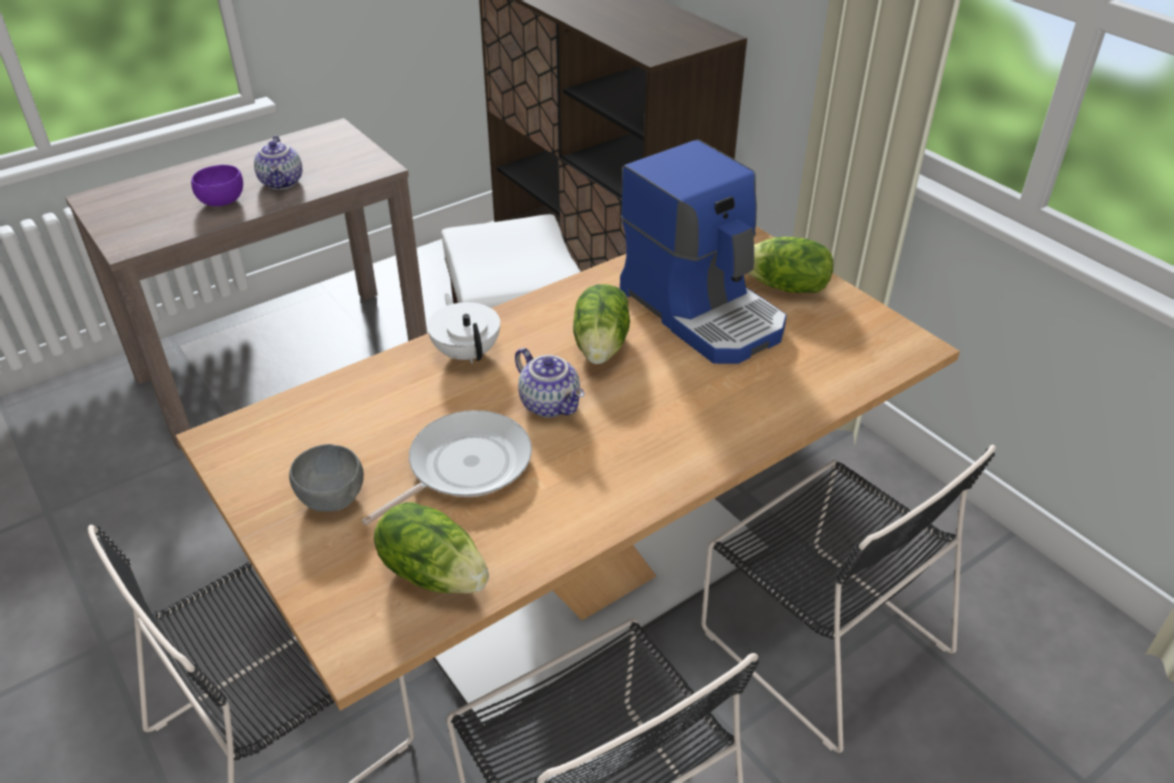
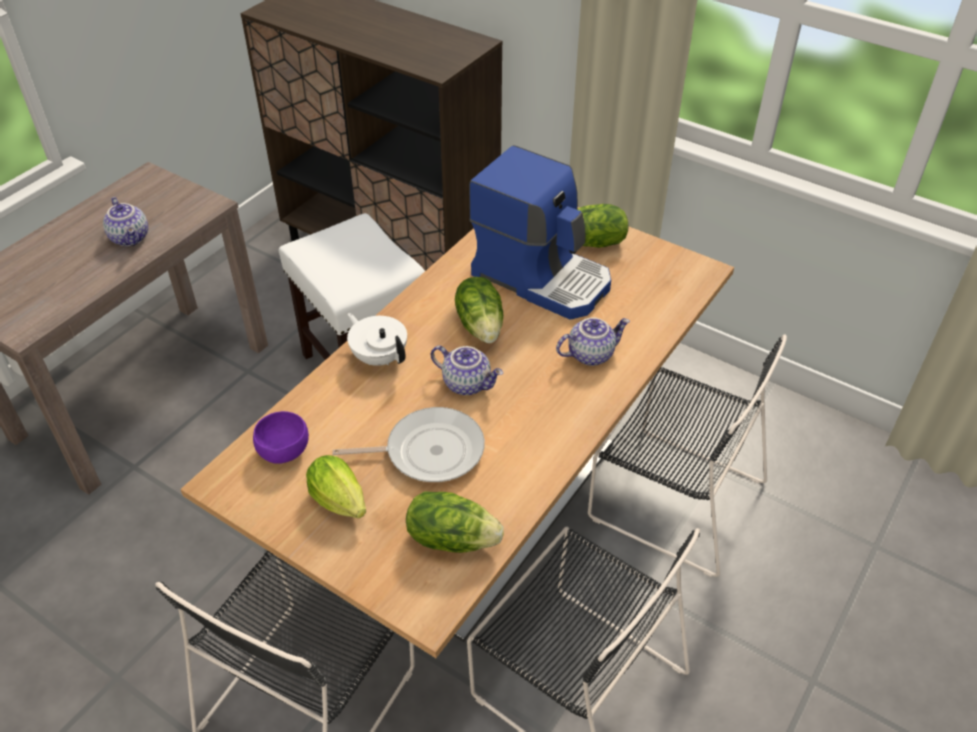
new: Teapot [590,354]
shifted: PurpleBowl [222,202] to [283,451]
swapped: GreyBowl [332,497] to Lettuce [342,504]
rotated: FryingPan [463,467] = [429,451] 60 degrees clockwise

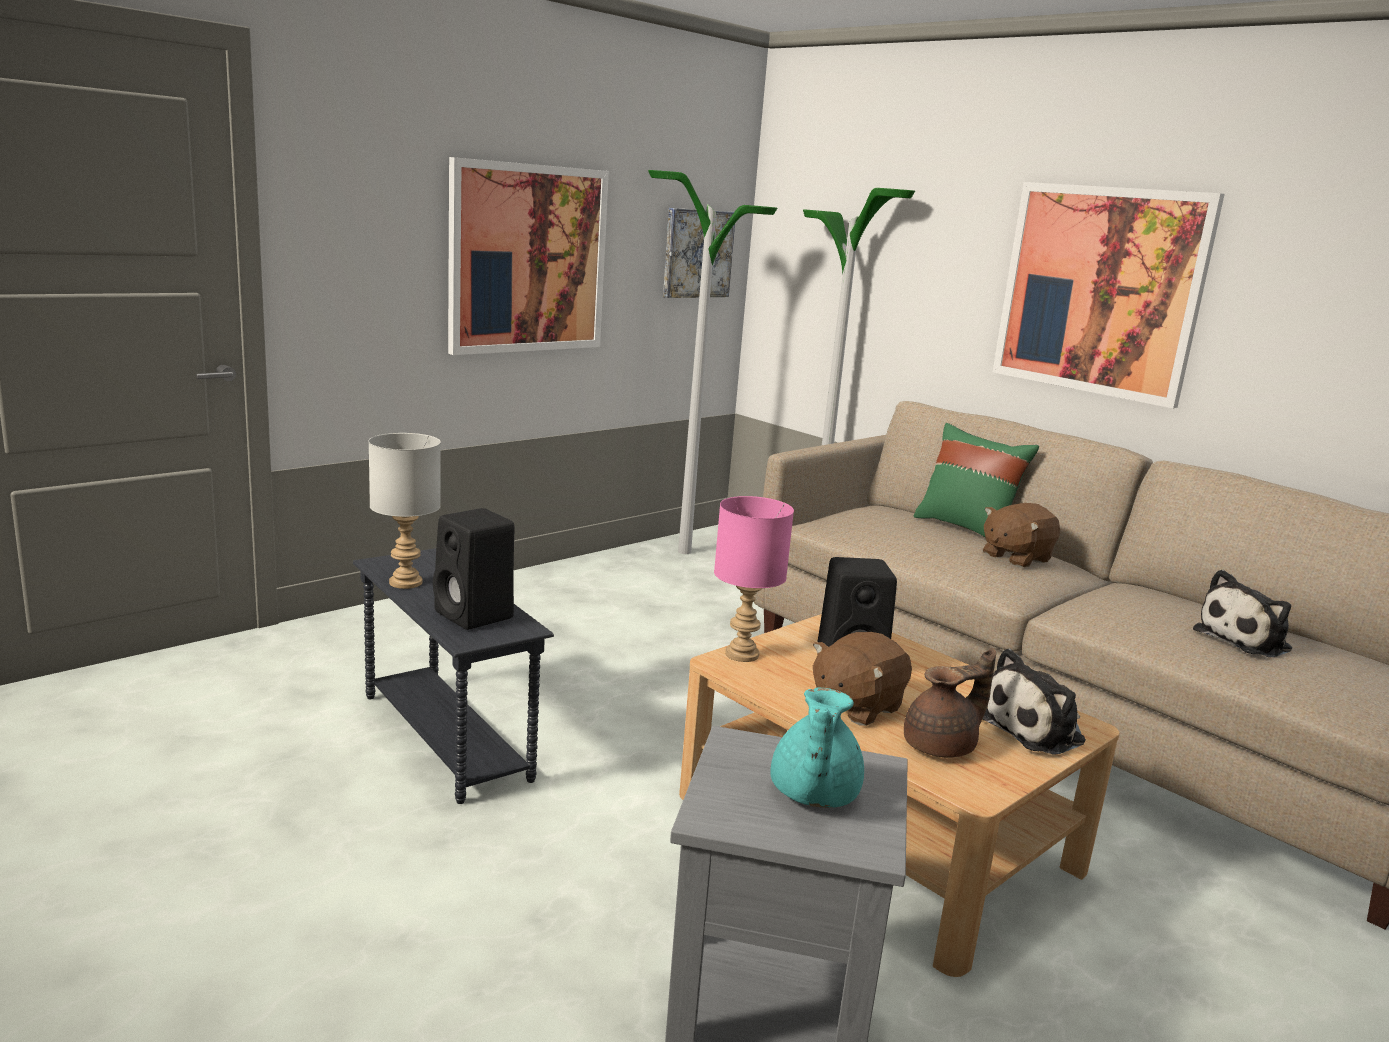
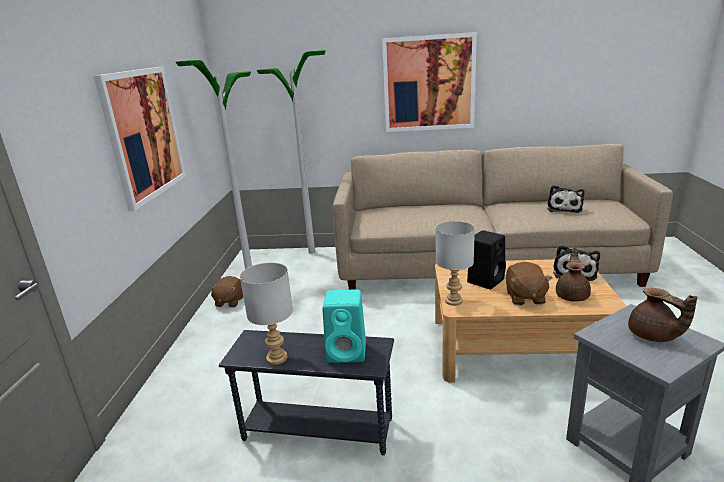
gone: Picture [697,253]; GreenPillow [966,528]
shifted: BrownPlushToy [1015,557] to [229,301]
repainted: BlackSpeaker [476,616] to TurquoiseSpeaker [348,352]; PinkTableLamp [743,654] to GreyTableLamp [454,300]; TurquoiseTeapot [812,794] to BrownTeapot [653,336]

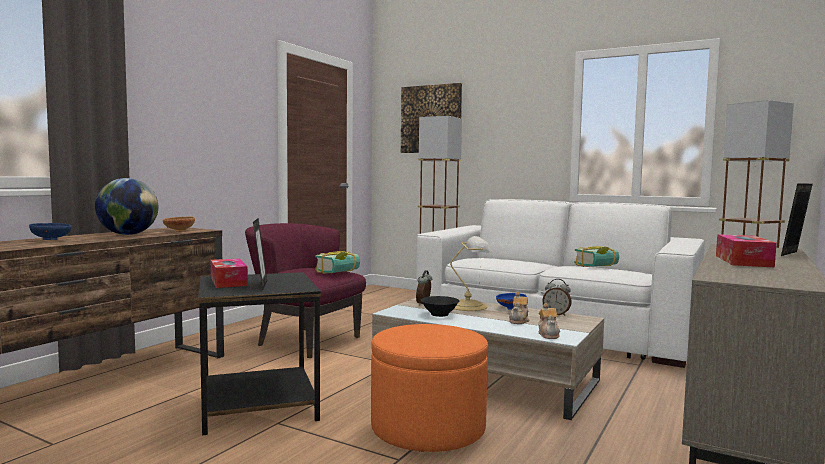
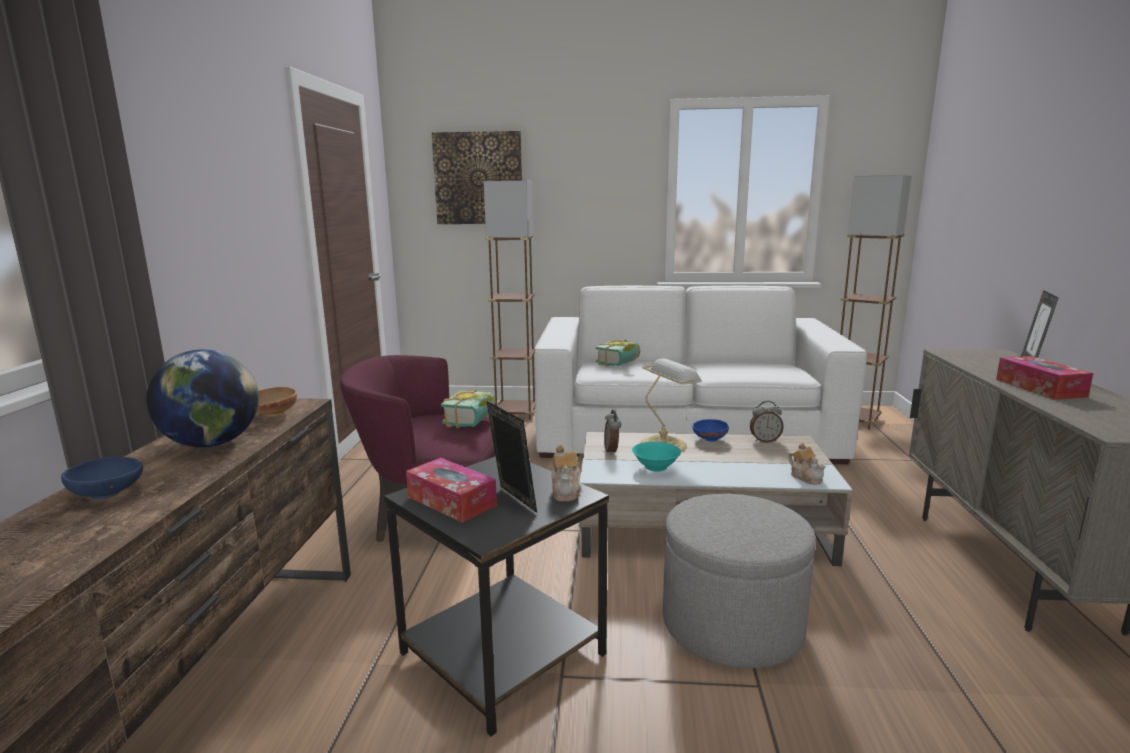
shifted: Teapot [519,321] to [566,491]; Book [599,266] to [621,363]
repainted: BlackBowl [439,314] to TurquoiseBowl [655,467]; OrangeOttoman [428,428] to GreyOttoman [732,624]

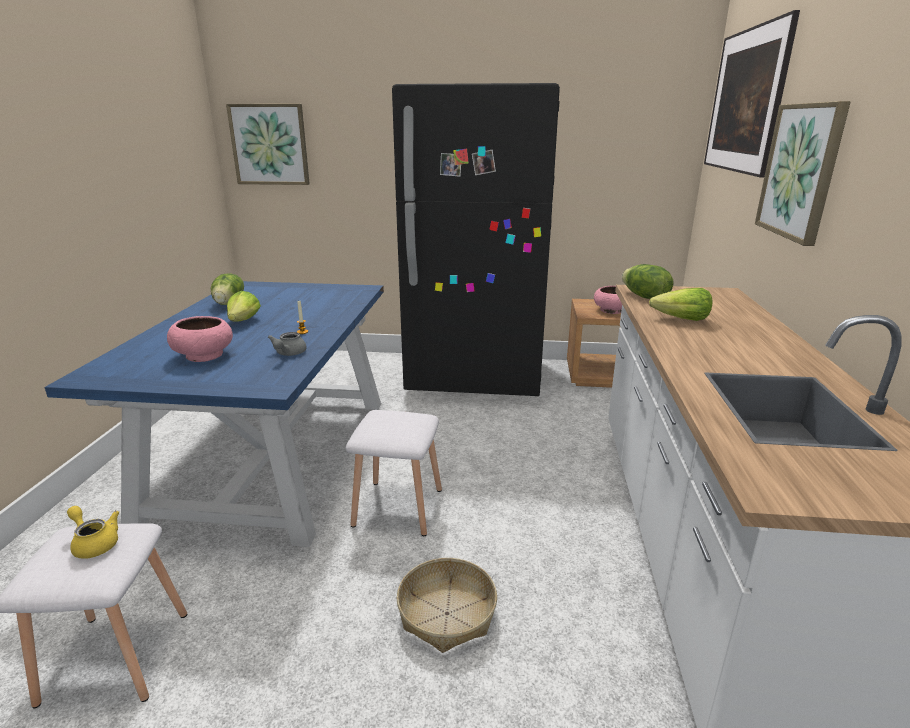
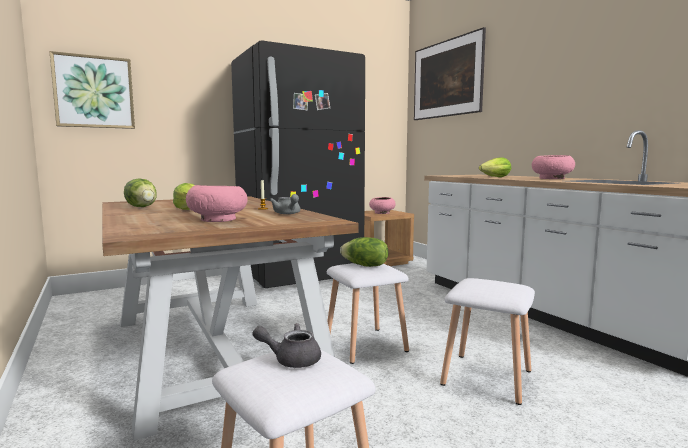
gone: Picture [801,171]
new: PinkBowl [552,178]
shifted: Lettuce [644,297] to [365,266]
swapped: Basket [447,614] to WhiteStool [487,378]
repainted: BlueDiningTable [274,457] to BrownDiningTable [213,349]; YellowTeapot [94,543] to GreyTeapot [291,360]

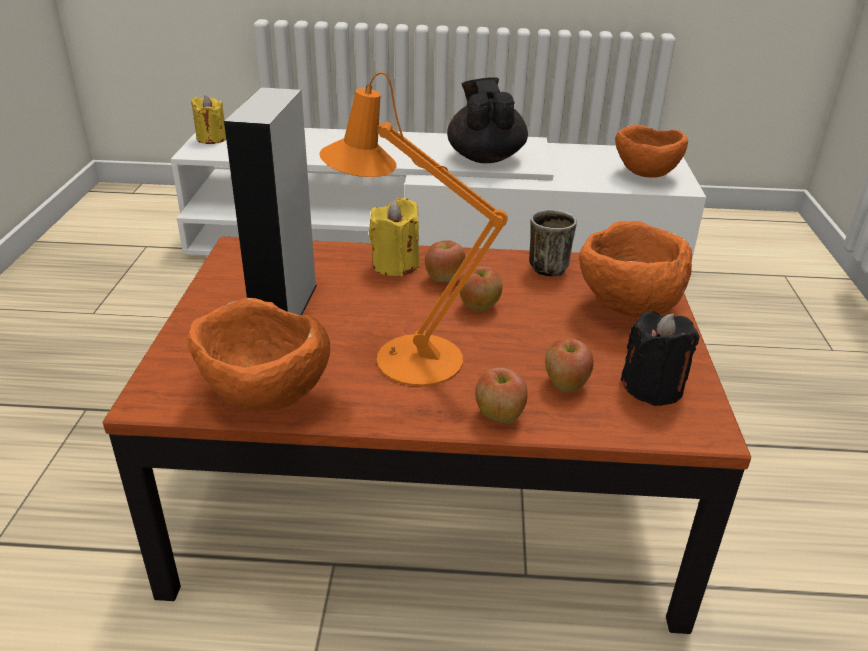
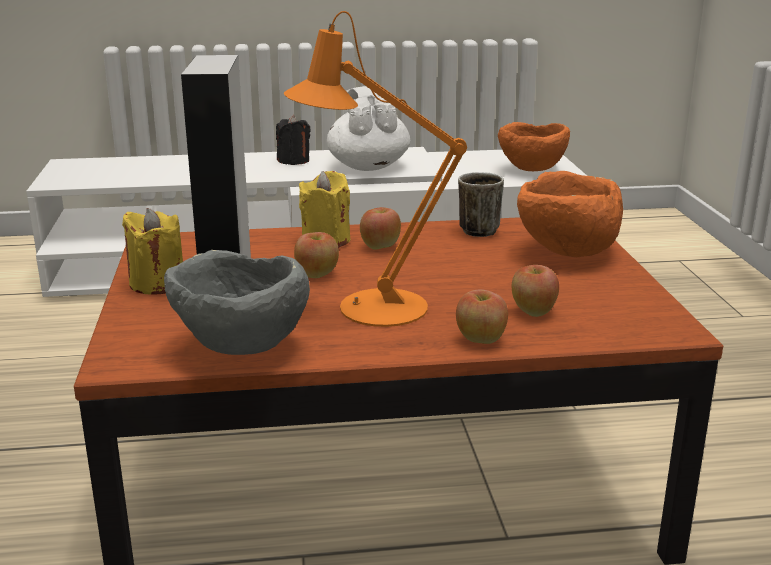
shifted: YellowCandle [211,139] to [157,284]; BlackCandle [652,387] to [293,161]; Apple [479,307] to [317,275]
repainted: OrangeBowl [265,399] to GreyBowl [240,351]; BlackTeapot [485,157] to WhiteTeapot [368,166]

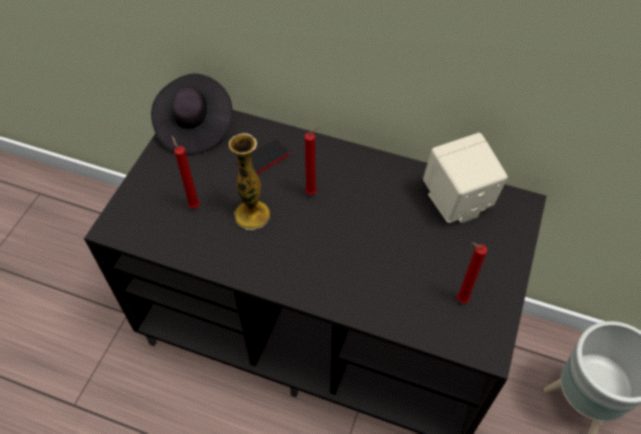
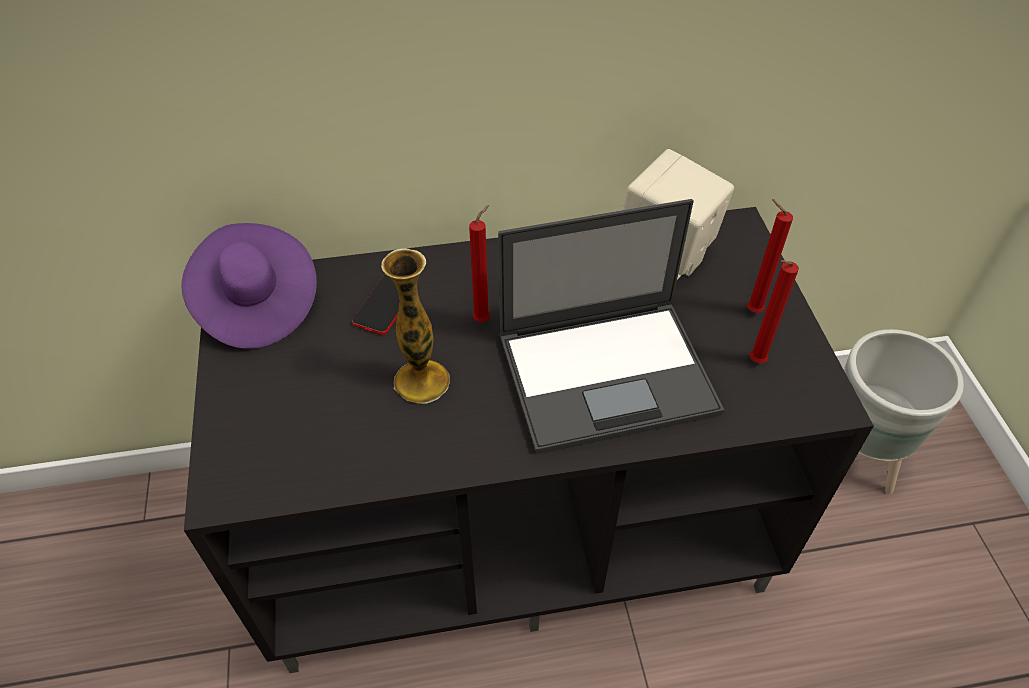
new: Laptop [609,373]
shifted: RedCandle [193,205] to [751,310]
repainted: BlackHat [194,127] to PurpleHat [256,305]

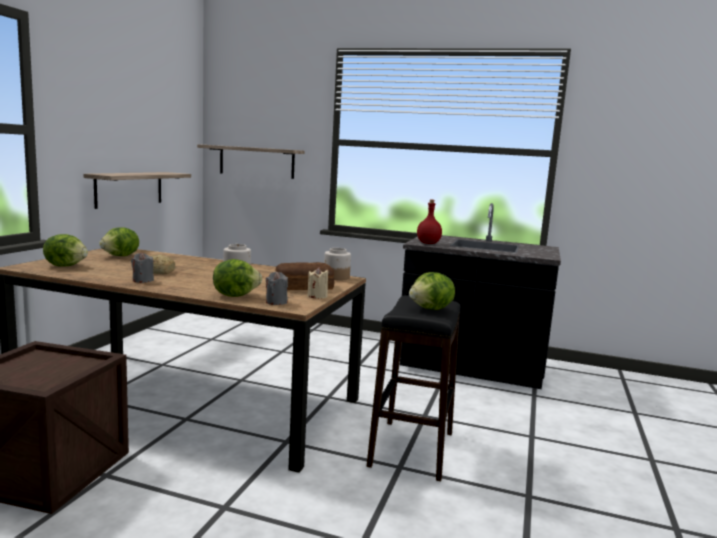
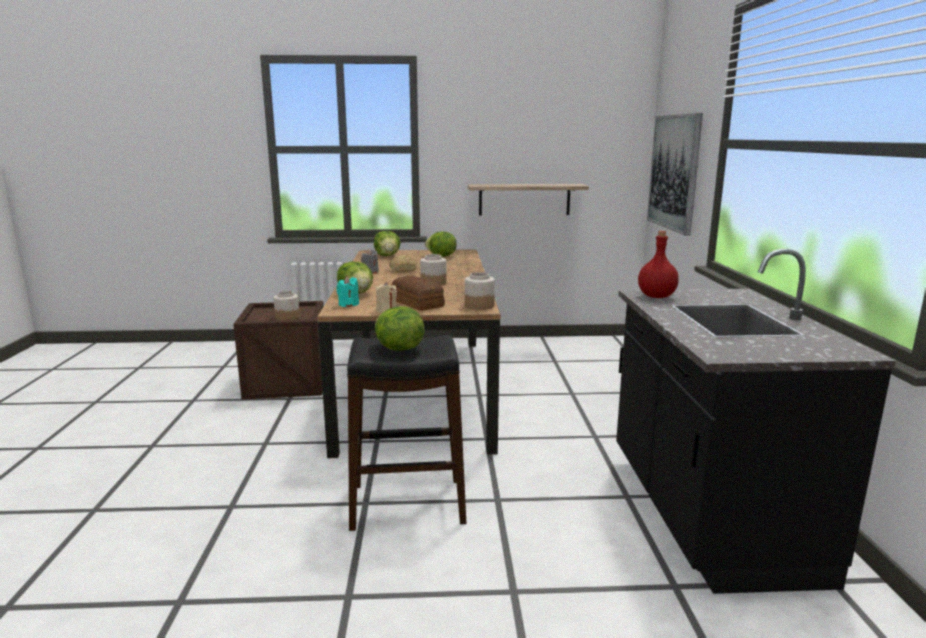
new: Jar [287,317]
swapped: Shelf [256,162] to Picture [674,172]
repainted: GreyCandle [276,302] to TurquoiseCandle [348,304]

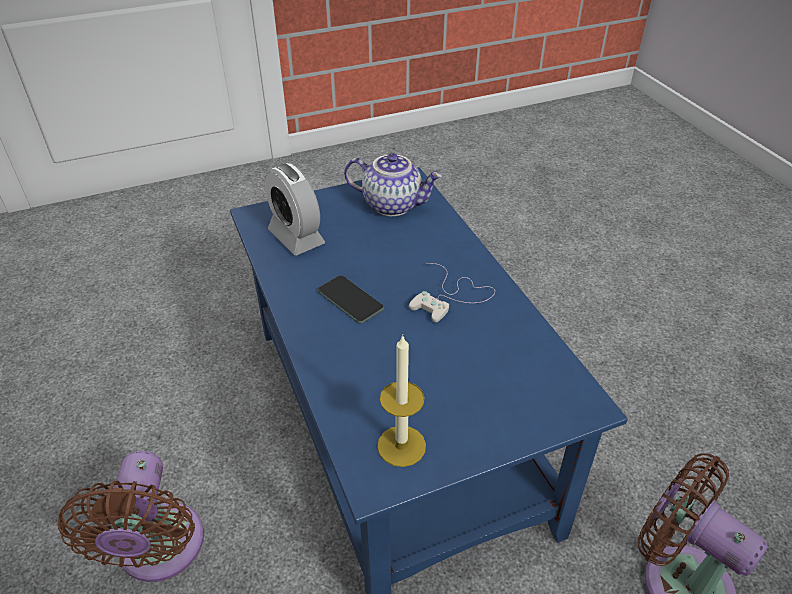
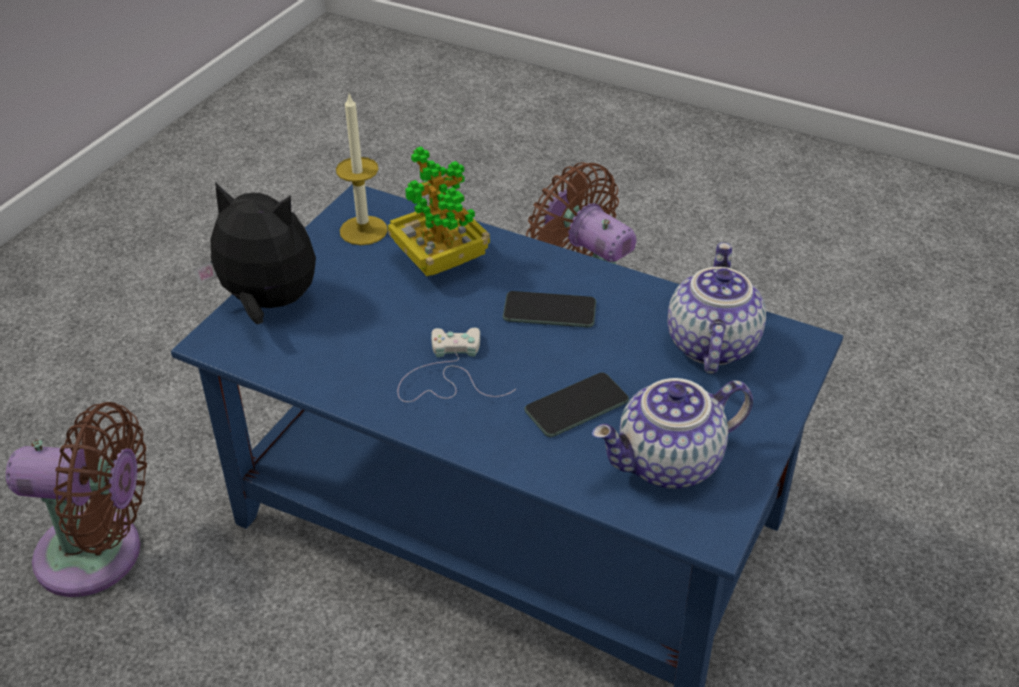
new: PlushToy [267,304]; PottedPlant [440,260]; Phone [576,406]
swapped: AlarmClock [296,237] to Teapot [709,343]

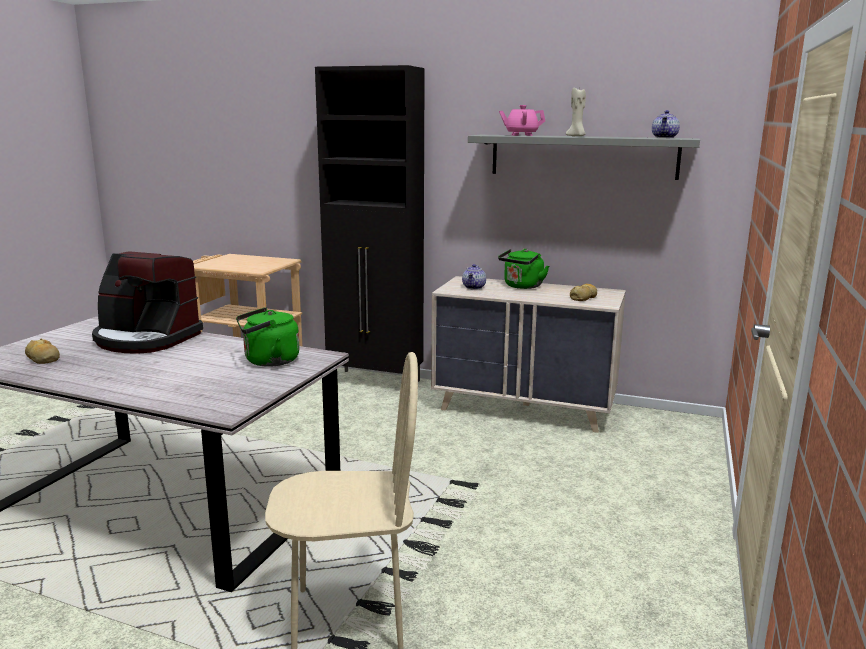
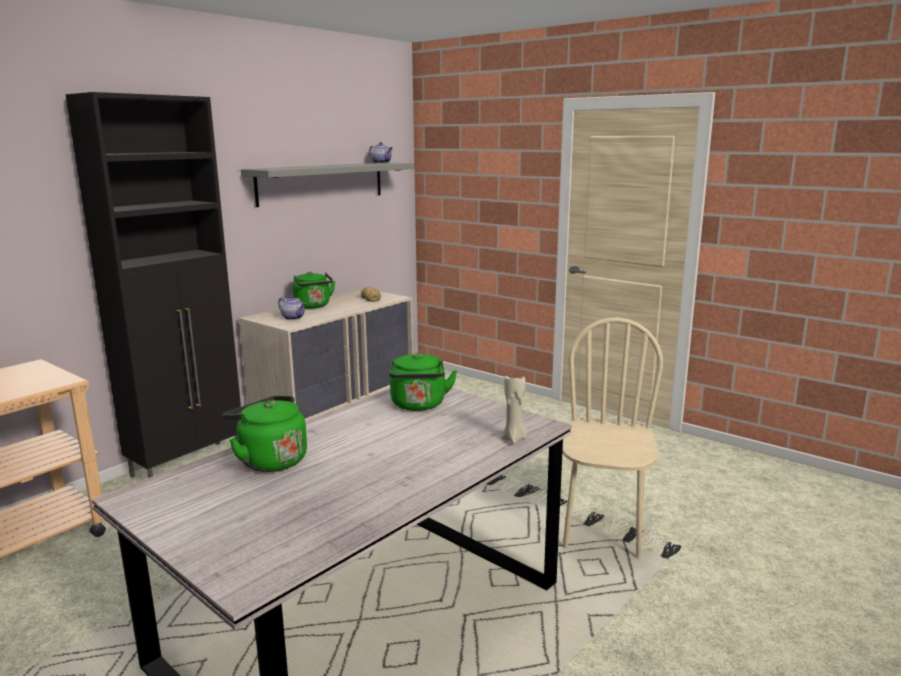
gone: Bread [43,358]; PinkTeapot [521,135]
shifted: BeigeCandle [576,136] to [514,439]
swapped: CoffeeMachine [146,339] to GreenKettle [270,460]

